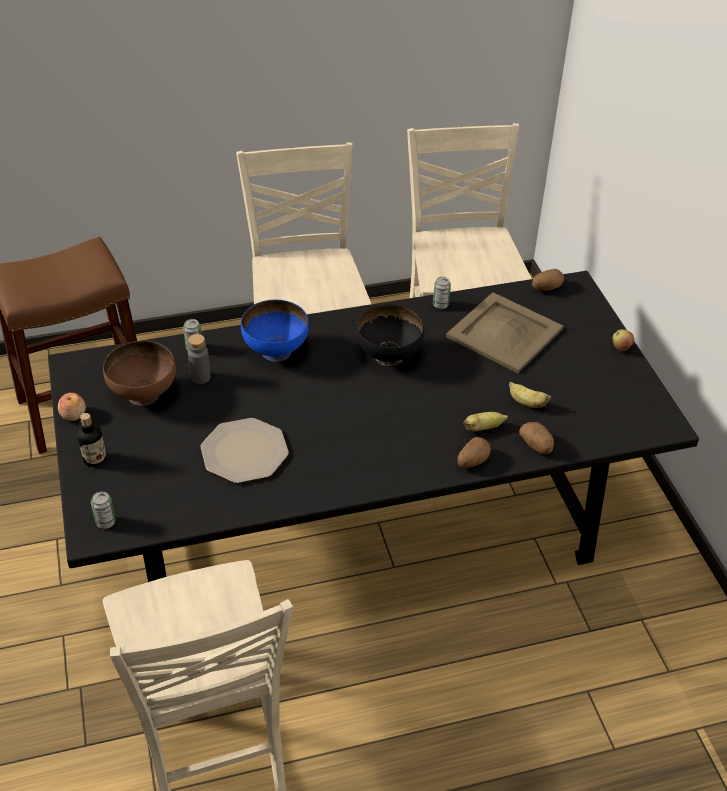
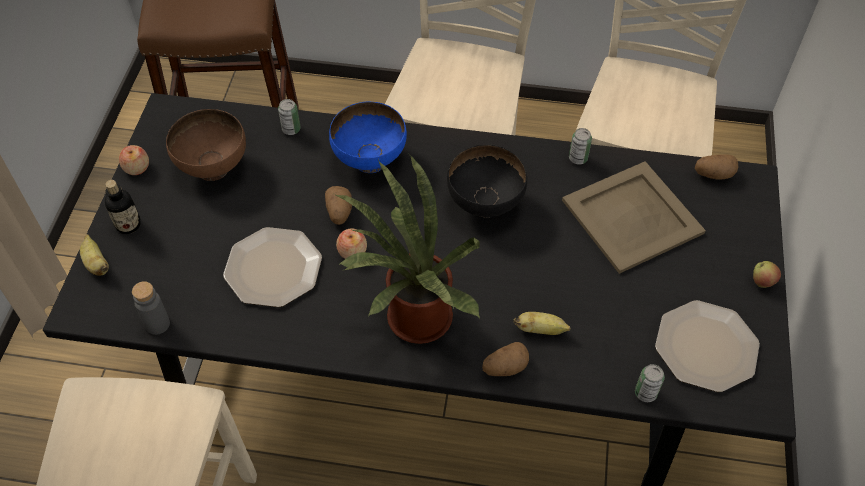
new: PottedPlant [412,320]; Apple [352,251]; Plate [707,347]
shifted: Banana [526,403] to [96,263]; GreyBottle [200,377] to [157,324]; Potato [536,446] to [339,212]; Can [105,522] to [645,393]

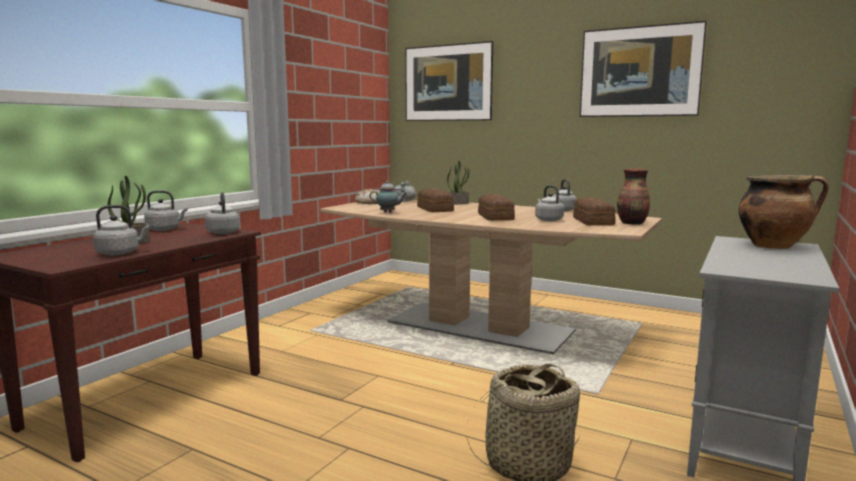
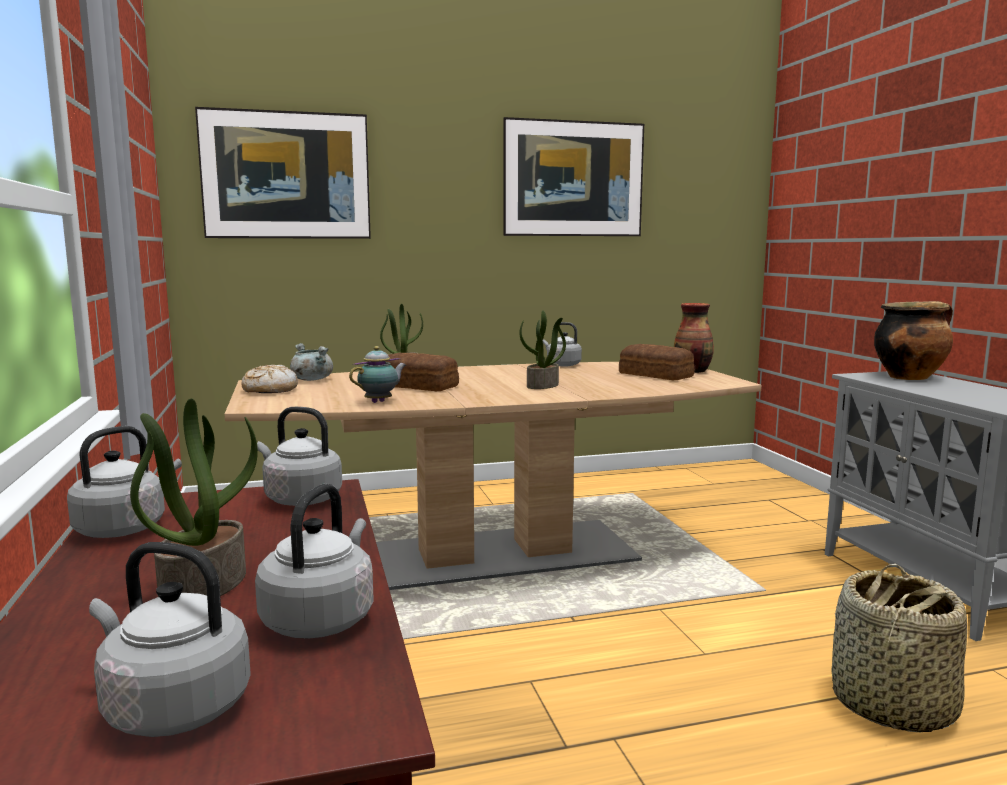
shifted: GreyKettle [548,220] to [171,707]
swapped: Bread [495,217] to PottedPlant [543,386]

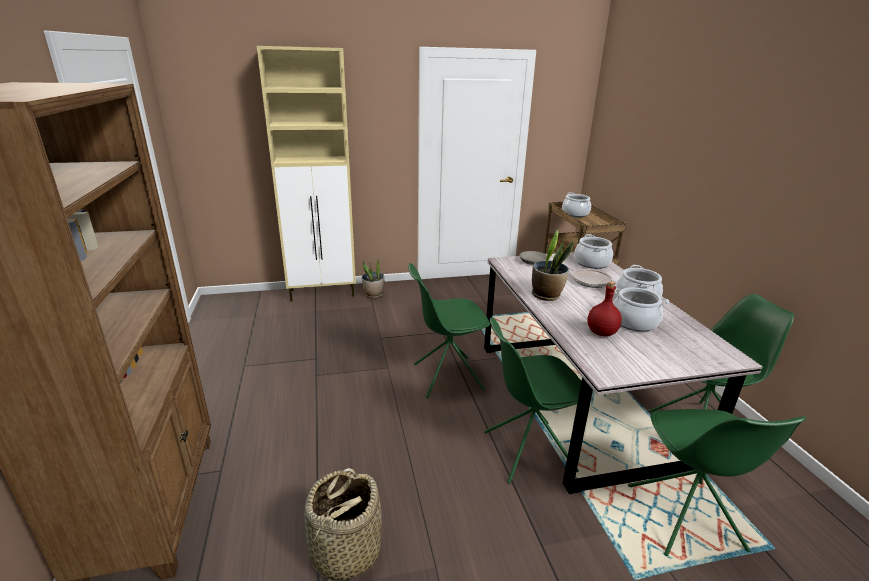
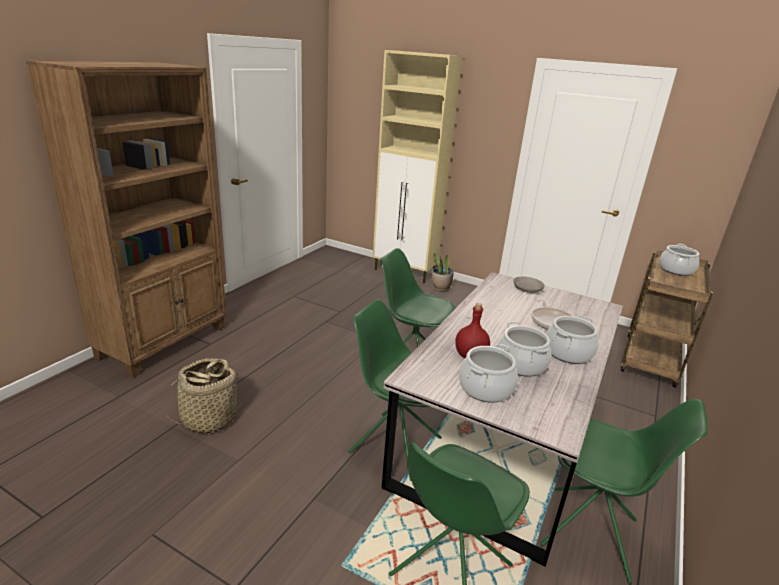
gone: PottedPlant [546,295]
shifted: CookingPot [592,263] to [486,388]

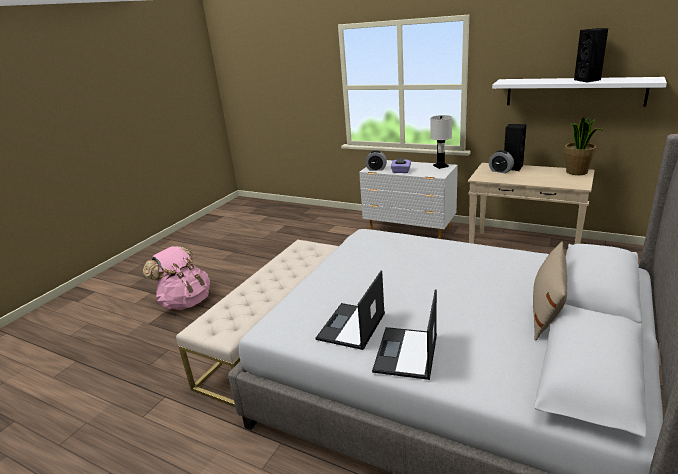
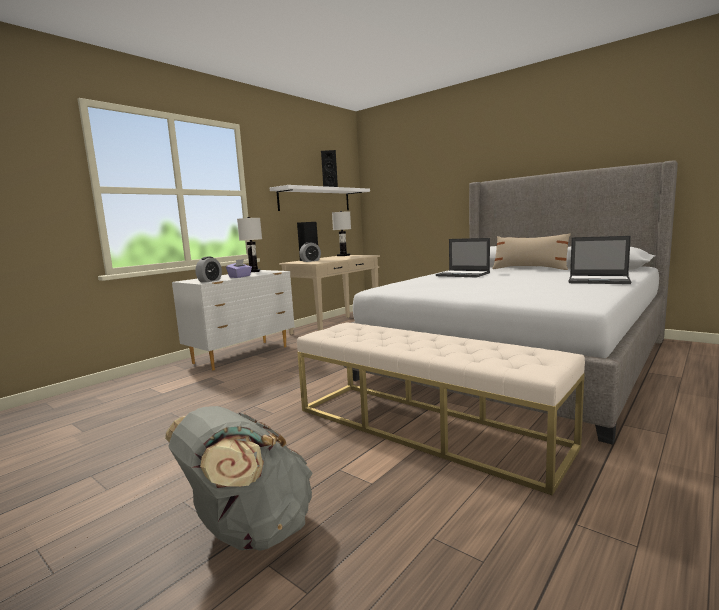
shifted: Laptop [351,326] to [463,274]
swapped: PottedPlant [577,172] to WhiteTableLamp [343,255]
repainted: PinkBackpack [185,302] to GreyBackpack [249,531]

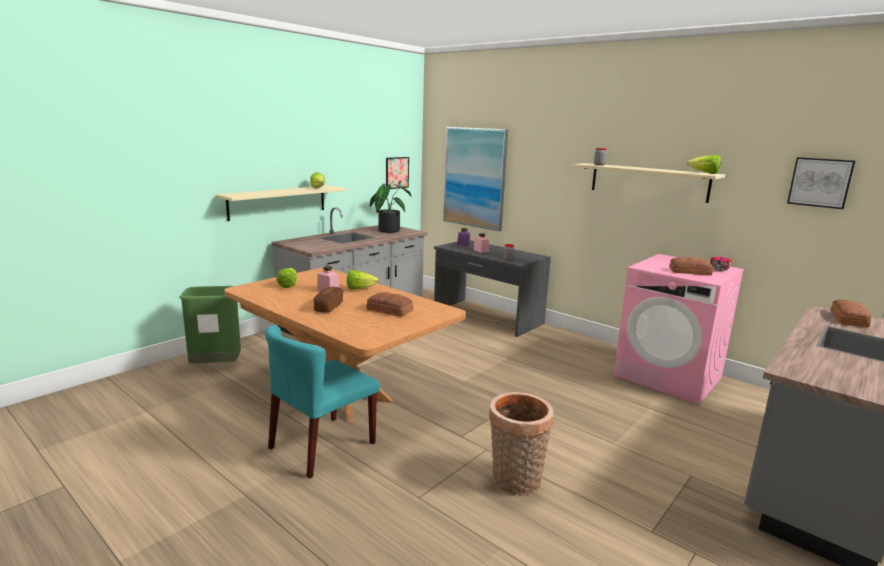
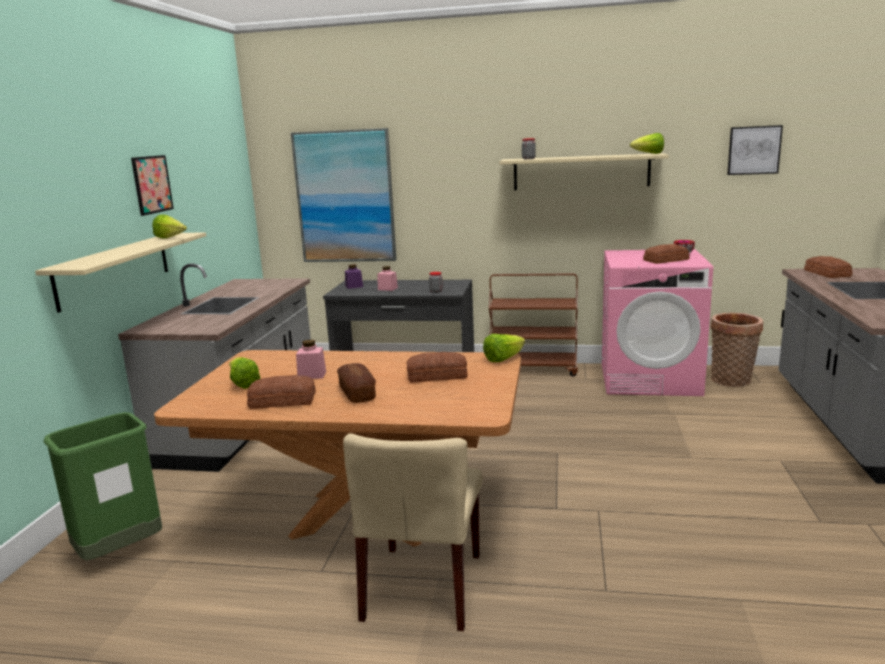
gone: PottedPlant [388,230]
new: Bread [282,400]; BrownCart [533,369]
shifted: Picture [397,172] to [152,184]; Lettuce [360,289] to [503,359]; Basket [515,482] to [732,382]
repainted: TurquoiseChair [322,446] to BeigeChair [423,587]

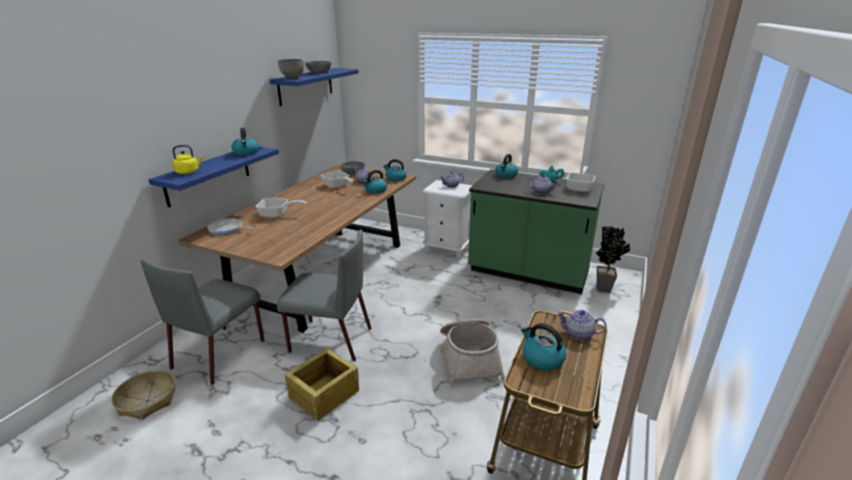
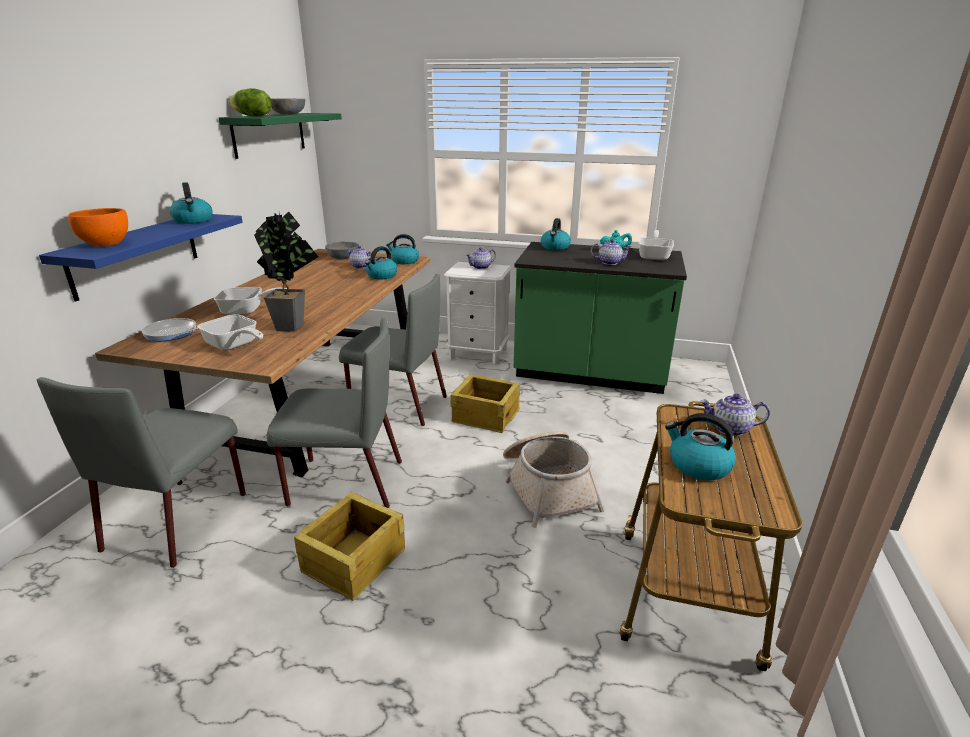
gone: Basket [147,401]
new: GreyChair [397,404]; Crate [485,415]
shifted: FryingPan [337,186] to [234,346]; PottedPlant [604,287] to [294,325]
swapped: YellowKettle [188,172] to OrangeBowl [106,244]; GreyBowl [292,77] to Lettuce [253,116]
repainted: BlueShelf [306,86] to GreenShelf [269,134]

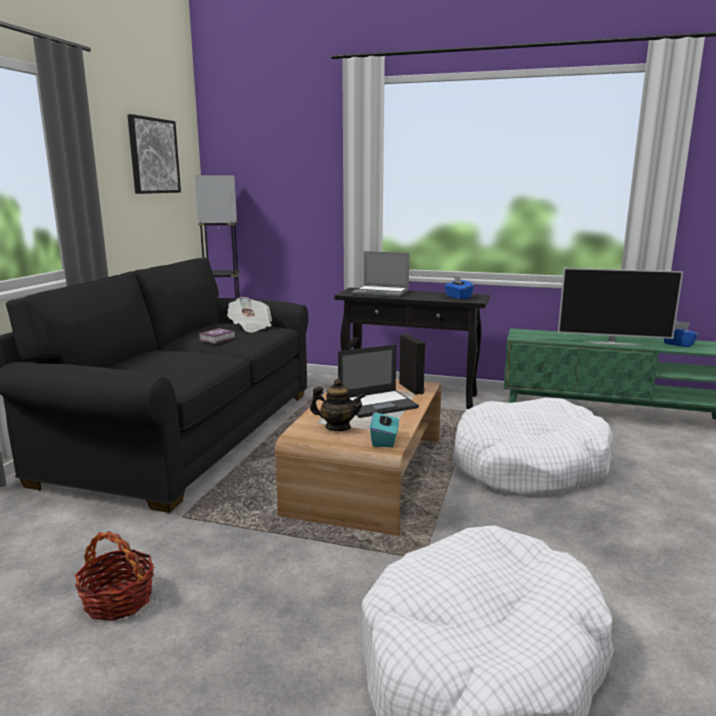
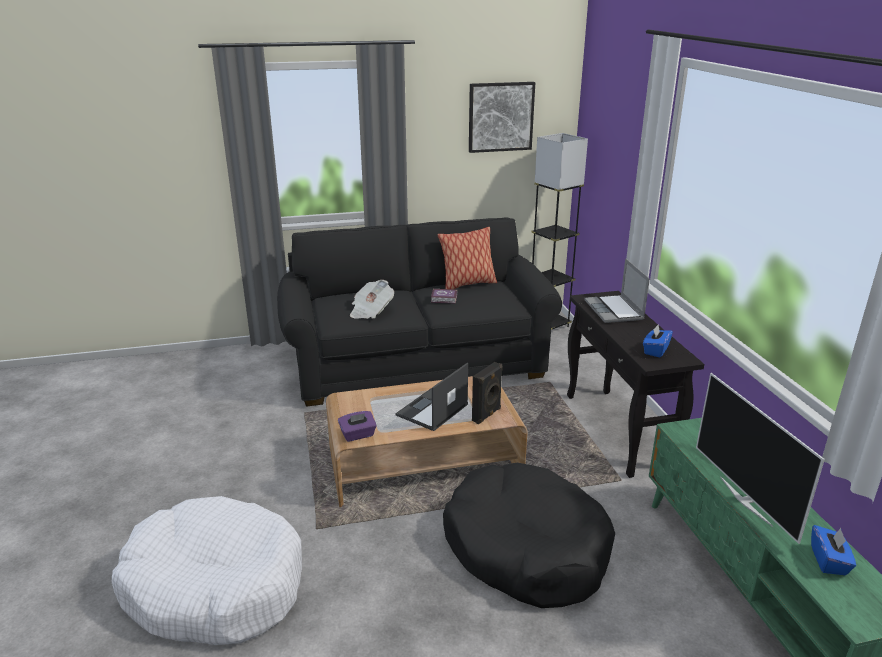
gone: Basket [118,600]; Teapot [338,427]
new: Pillow [467,284]
shifted: Newspaper [250,327] to [371,311]
repainted: TurquoiseTissueBox [384,440] to PurpleTissueBox [358,435]; WhiteDogBed [528,465] to BlackDogBed [526,548]
rotated: Laptop [378,404] = [432,410] 90 degrees clockwise

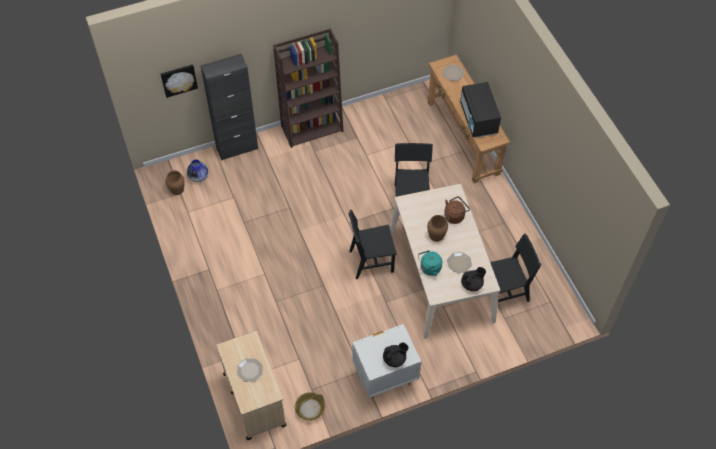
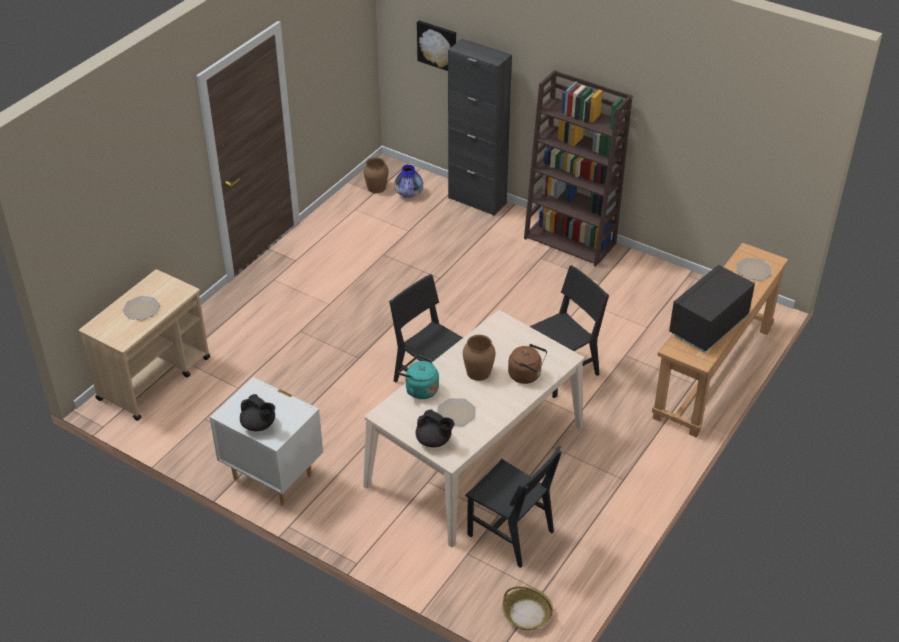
shifted: Basket [310,409] to [526,614]

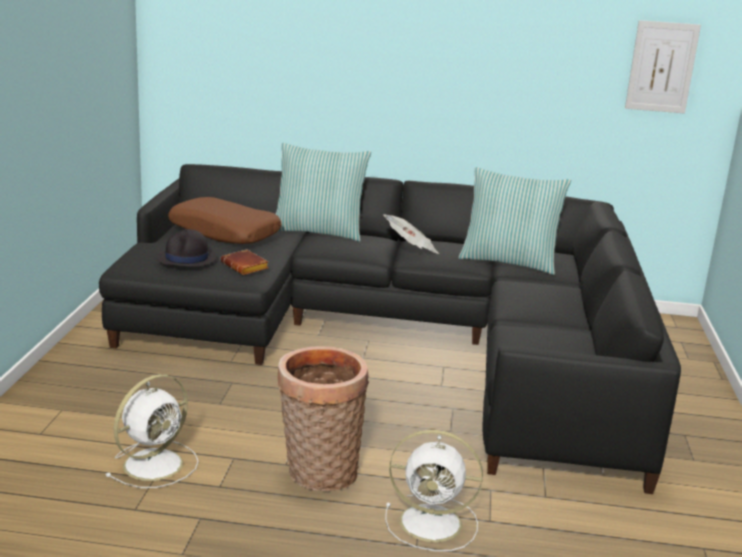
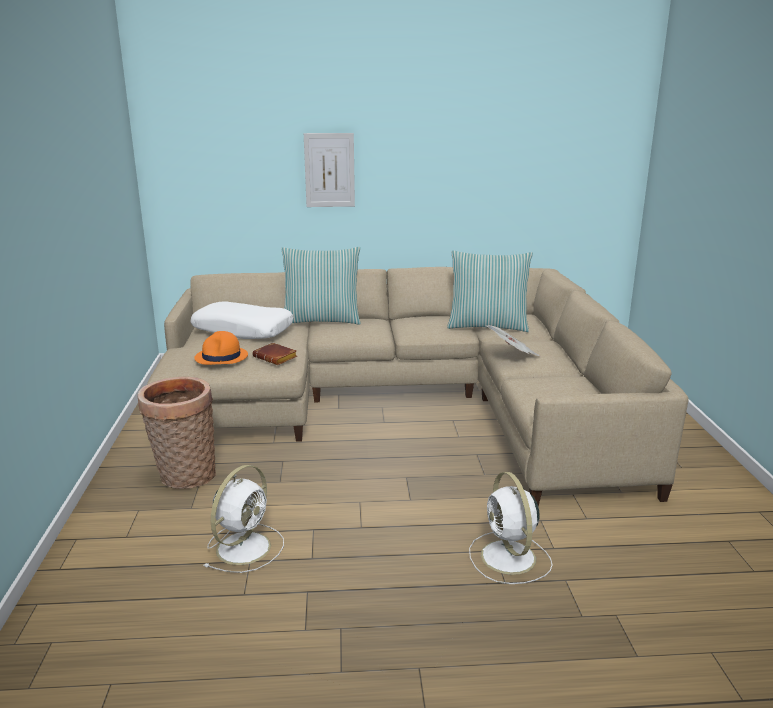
shifted: Basket [318,474] to [184,477]; Picture [661,67] to [329,170]; Newspaper [410,248] to [512,354]
repainted: BlackSofa [399,339] to BeigeSofa [406,402]; BrownPillow [225,232] to WhitePillow [243,330]; BlackHat [187,259] to OrangeHat [221,357]
rotated: WhiteFan [433,523] = [509,558] 75 degrees clockwise

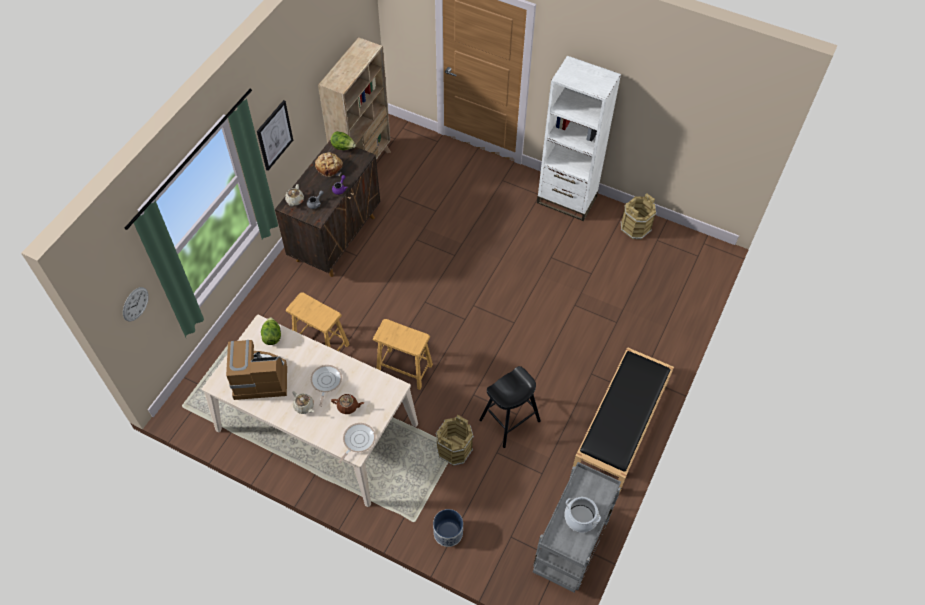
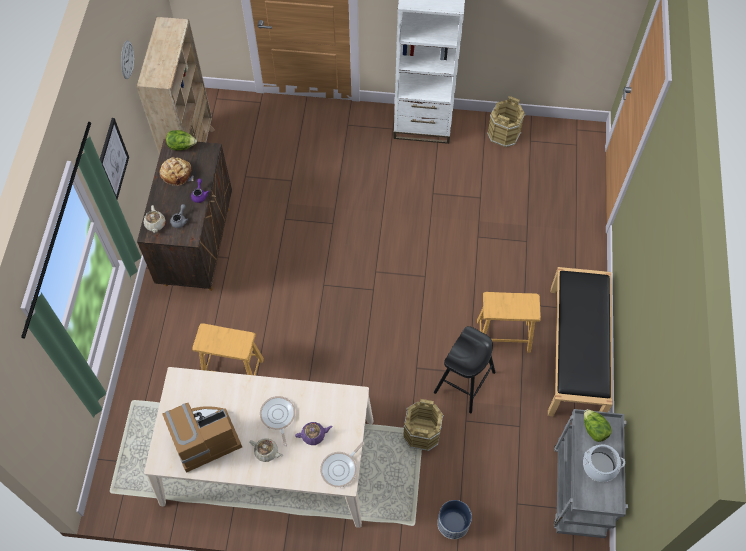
shifted: WallClock [135,304] to [127,59]; BrownStool [404,368] to [503,335]; Lettuce [272,336] to [594,429]
repainted: BrownTeapot [348,406] to PurpleTeapot [314,435]
rotated: FryingPan [357,440] = [340,469] 150 degrees counterclockwise

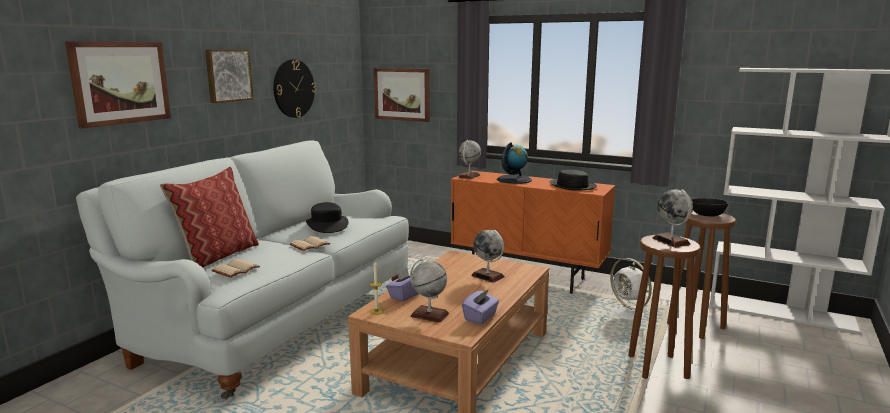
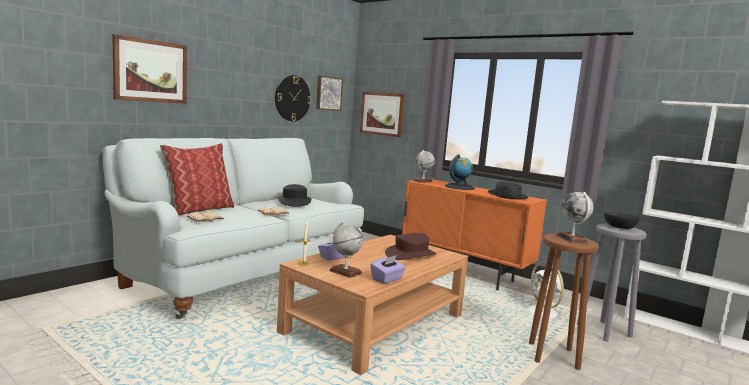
shifted: Picture [228,75] to [328,93]
swapped: Globe [488,276] to BrownHat [410,254]
repainted: BrownStool [695,325] to GreyStool [603,330]

